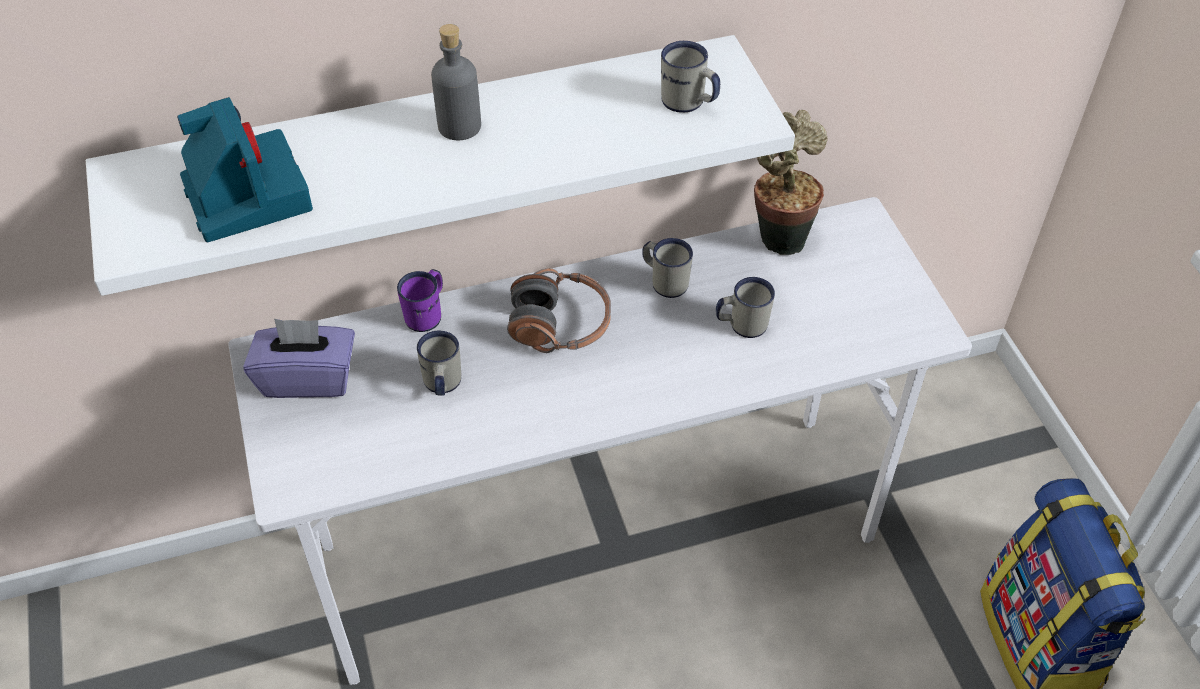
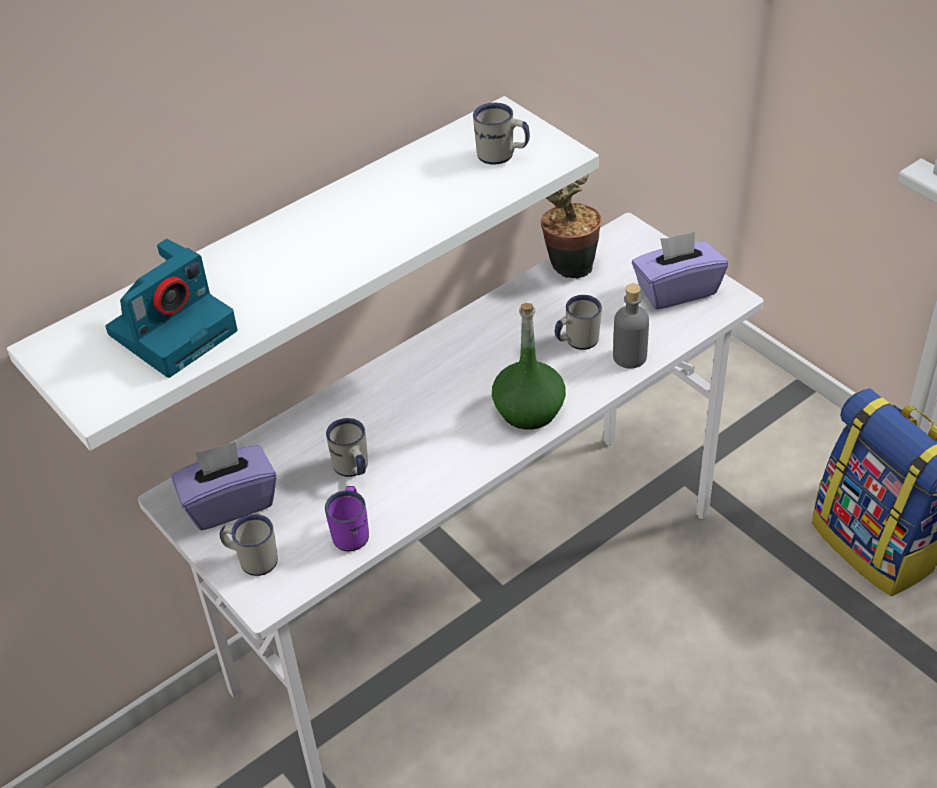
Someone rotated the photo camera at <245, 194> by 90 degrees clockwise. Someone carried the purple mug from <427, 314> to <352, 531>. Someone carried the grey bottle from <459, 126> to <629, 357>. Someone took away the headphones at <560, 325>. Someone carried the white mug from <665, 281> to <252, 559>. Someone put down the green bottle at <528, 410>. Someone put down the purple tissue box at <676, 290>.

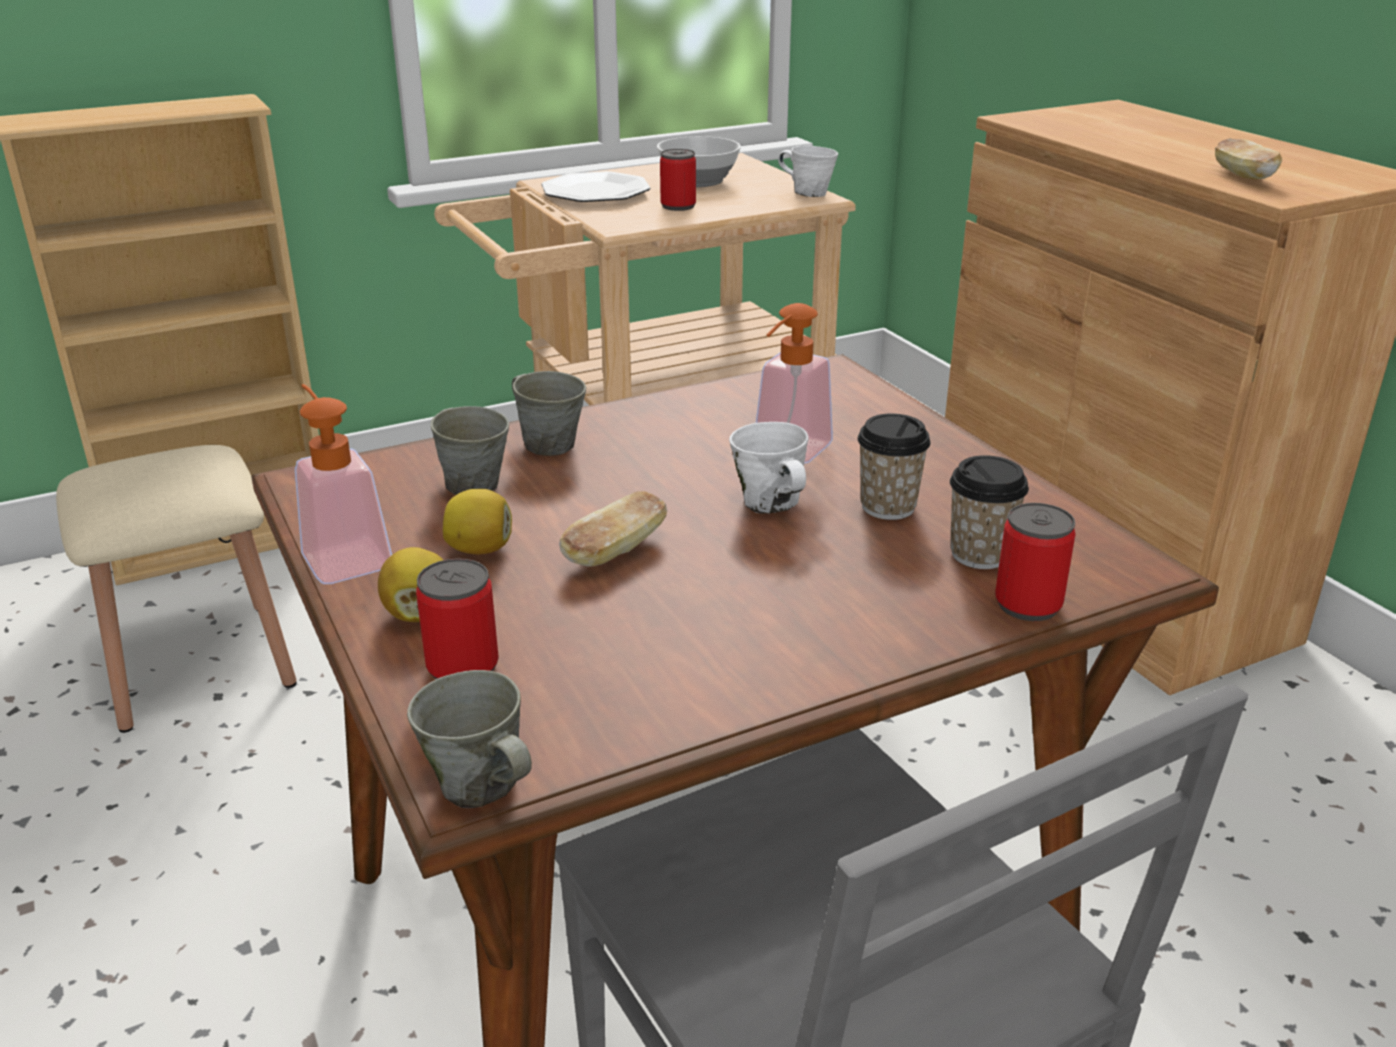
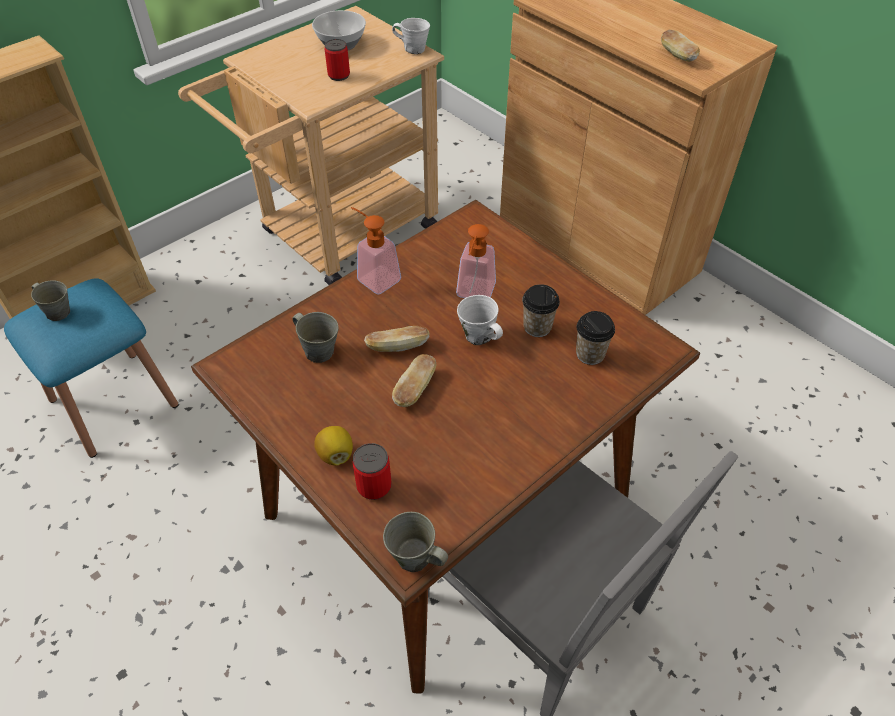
Someone repainted the beige stool at <198, 664>, which became the blue stool at <113, 402>. Someone carried the soap dispenser from <343, 555> to <374, 277>. Someone took away the lemon at <480, 549>. Someone carried the grey mug from <548, 443> to <58, 311>. Someone took away the plate at <596, 191>. Someone took away the can at <1028, 604>. Someone put down the bread at <397, 347>.

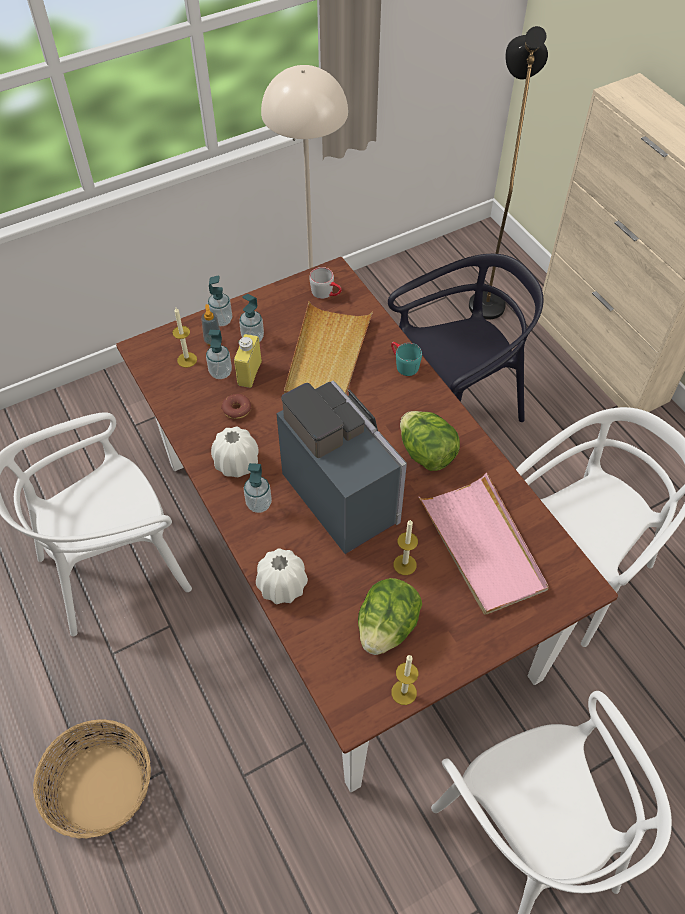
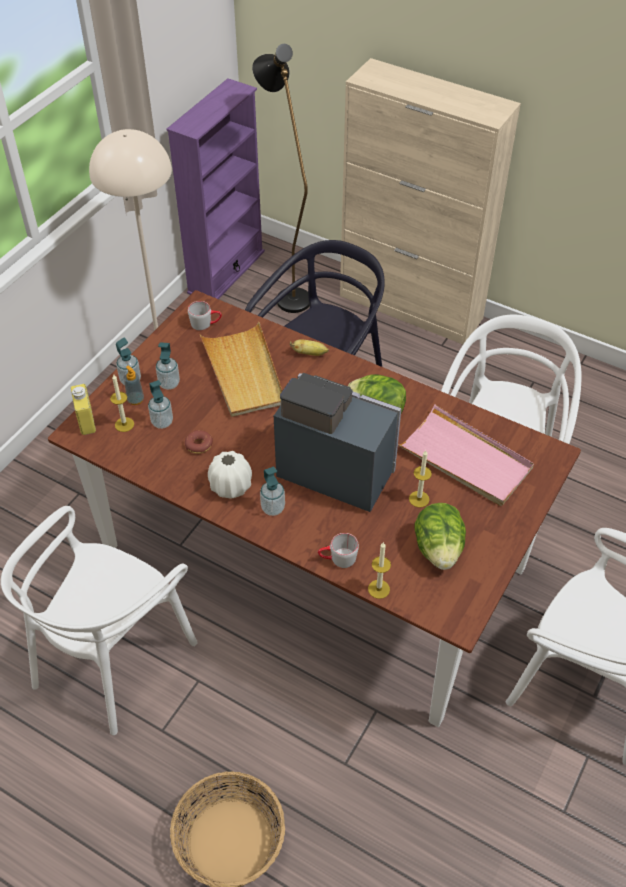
Someone carried the yellow bottle from <249, 373> to <86, 421>. Someone swapped the white vase at <282, 586> for the grey mug at <337, 559>. Someone swapped the turquoise mug at <403, 364> for the banana at <310, 353>. Someone carried the candle from <404, 692> to <378, 589>. Someone put down the purple bookcase at <226, 272>.

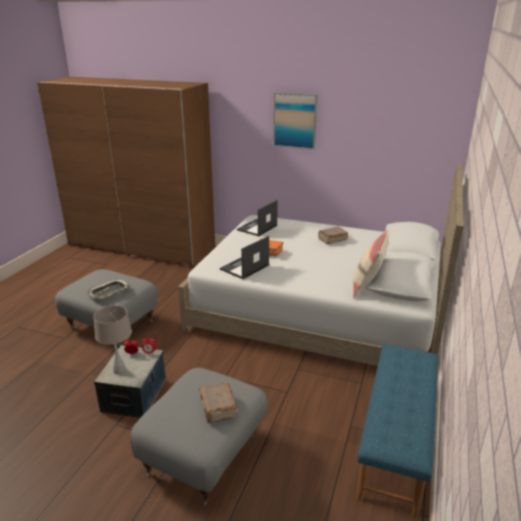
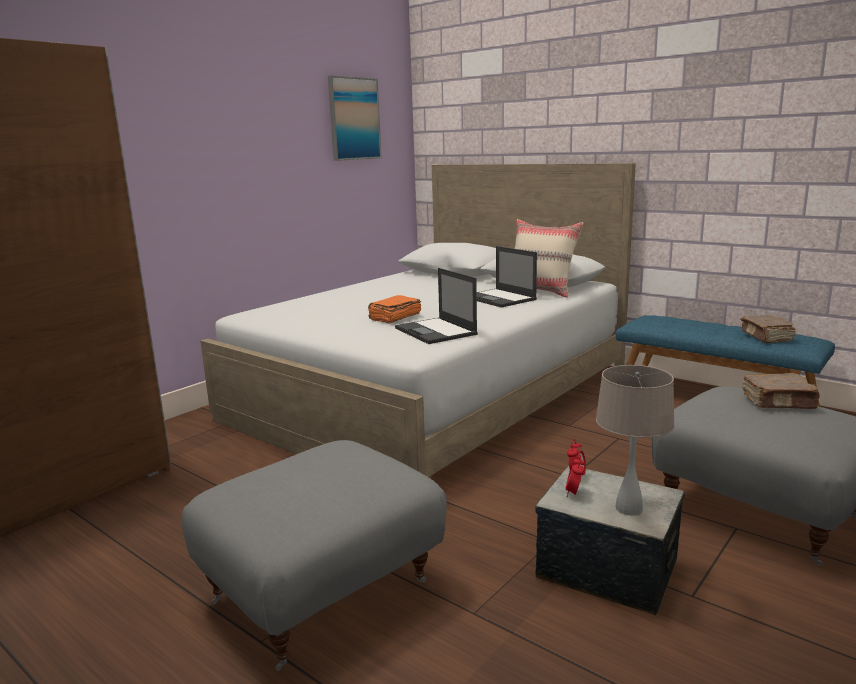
Someone took away the tray at <109, 292>. Someone carried the laptop from <257, 228> to <500, 298>. Someone carried the picture from <295, 120> to <354, 119>. Someone carried the brown book from <332, 240> to <766, 337>.

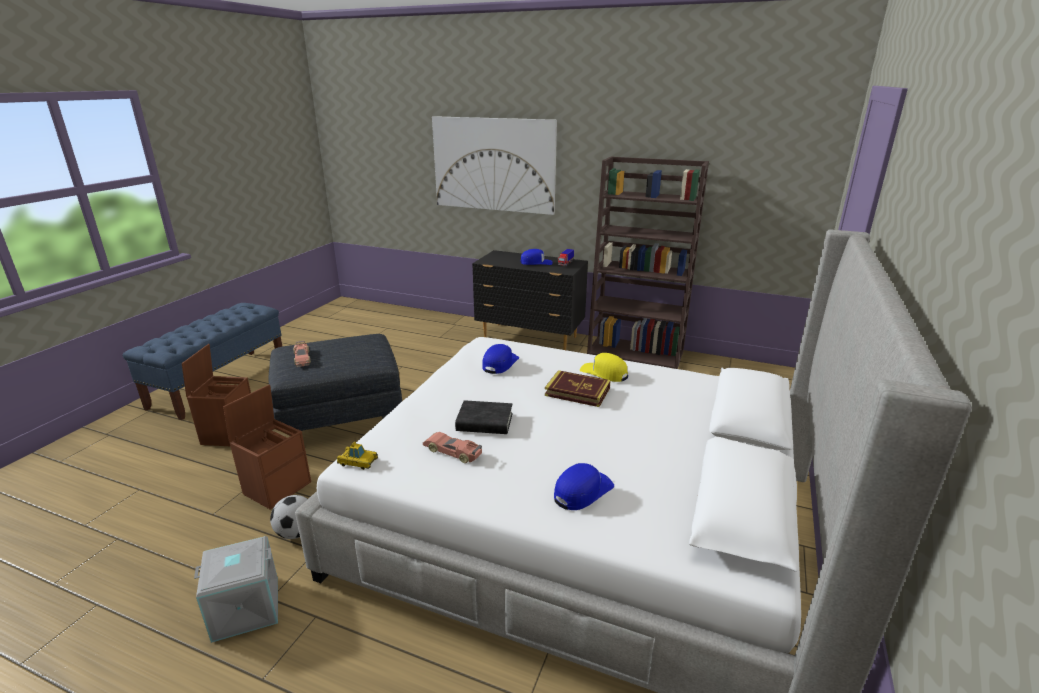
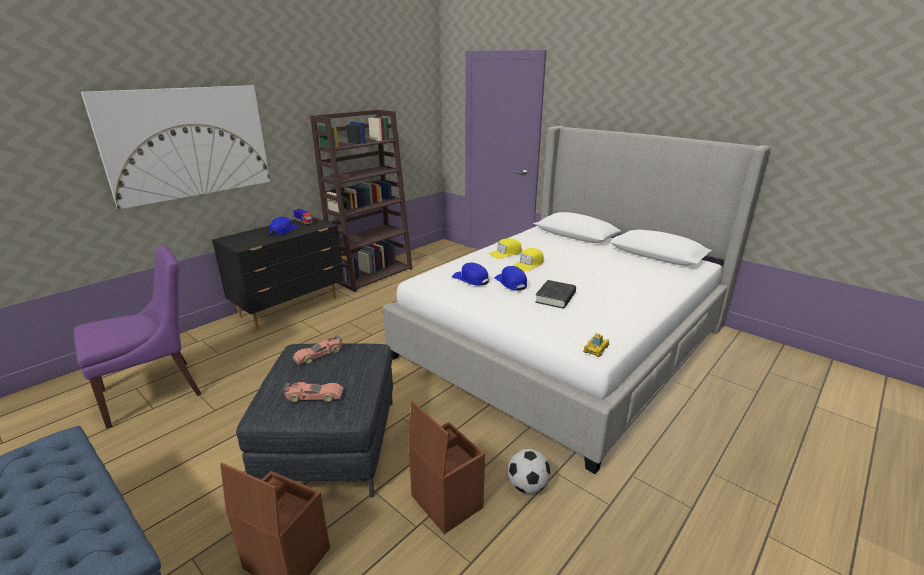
Someone took away the grey storage box at <245, 610>. Someone carried the toy car from <453, 452> to <319, 354>. Someone swapped the book at <577, 392> for the yellow cap at <528, 264>. Someone carried the blue cap from <582, 491> to <511, 282>. Someone put down the purple chair at <155, 391>.

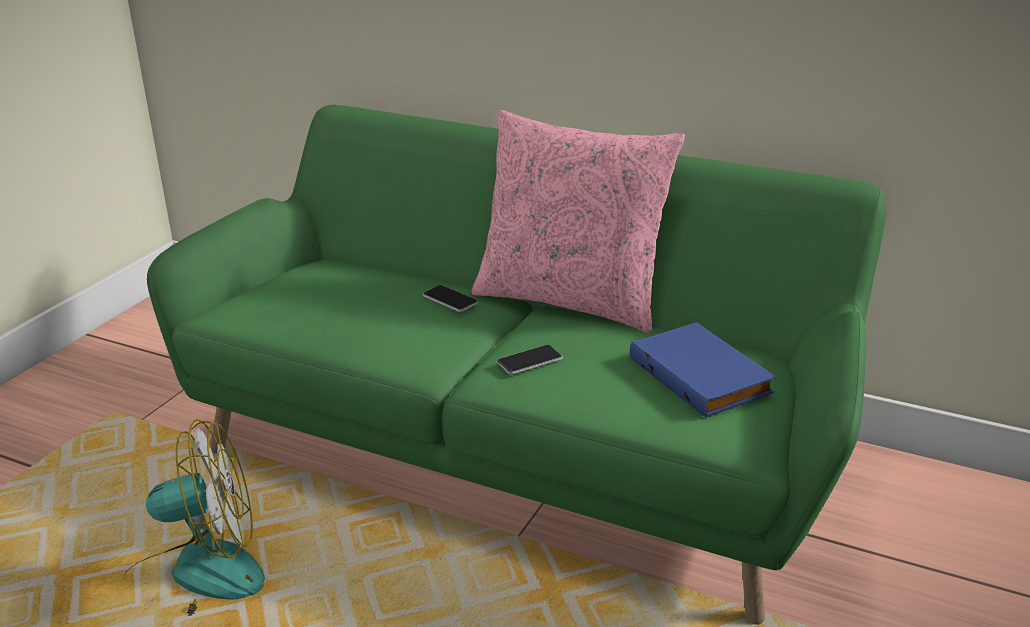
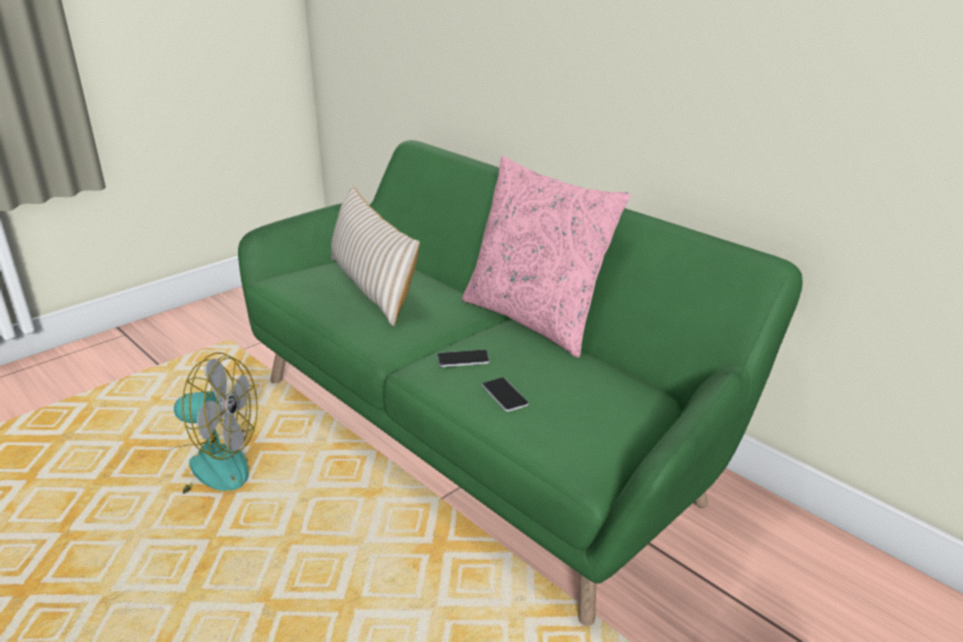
Someone carried the phone from <450, 299> to <505, 395>. Someone took away the blue book at <703, 375>. Someone put down the beige pillow at <372, 287>.

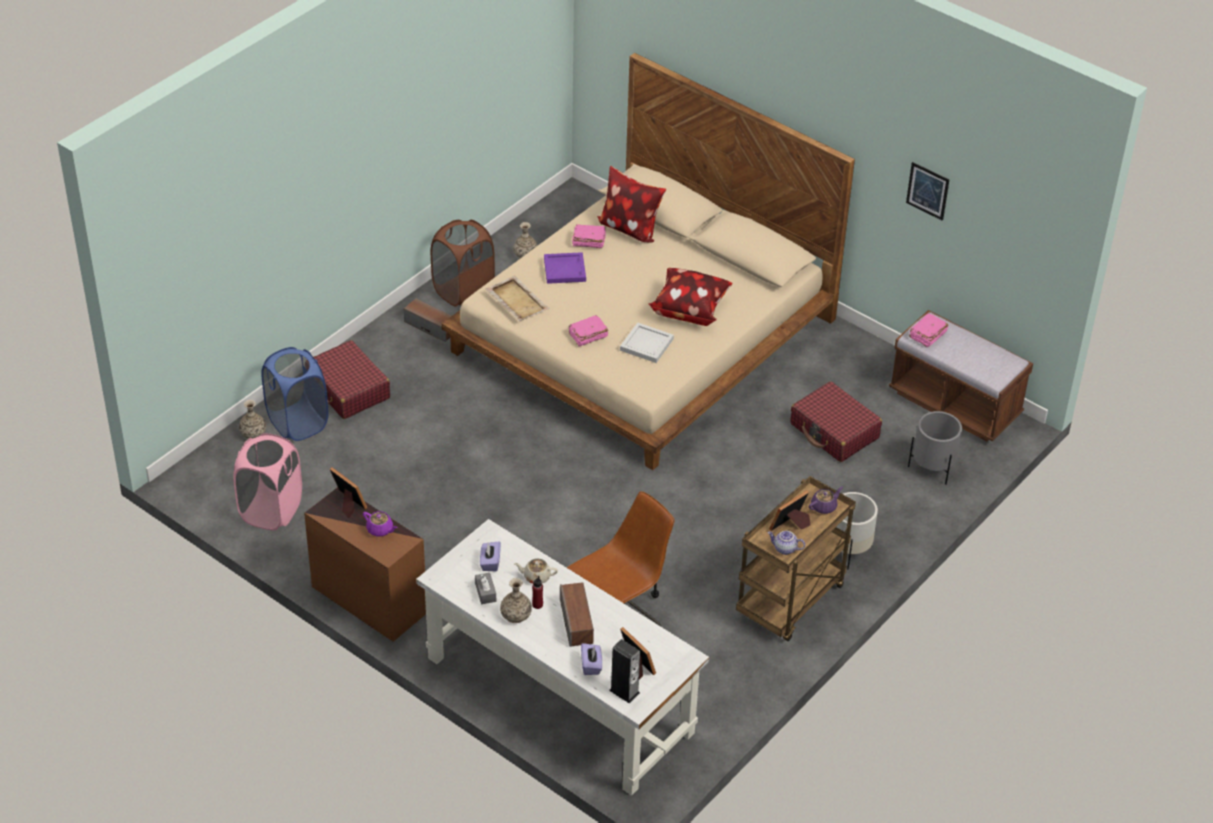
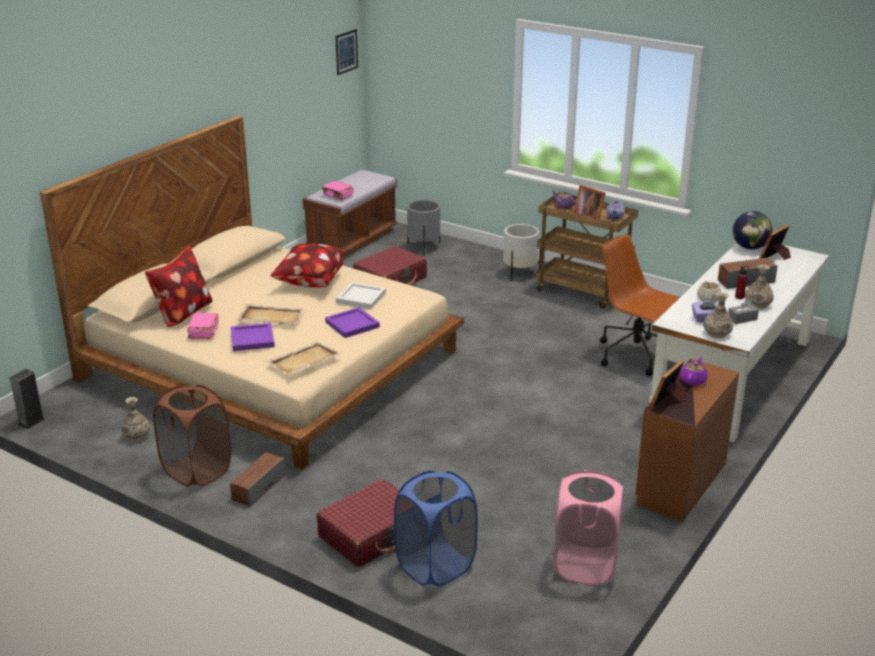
Someone carried the vase from <253, 433> to <717, 333>. Someone swapped the pink book at <587, 336> for the purple tray at <352, 325>. Someone took away the purple tissue box at <591, 665>. Someone carried the speaker from <624, 691> to <31, 421>. Someone carried the picture from <927, 191> to <346, 52>. Someone put down the beige tray at <270, 317>. Someone put down the globe at <750, 247>.

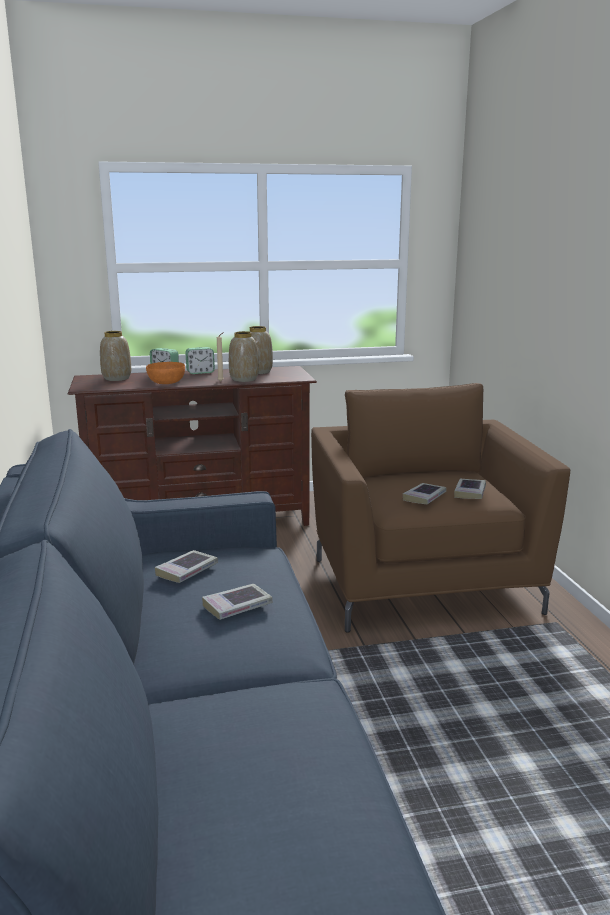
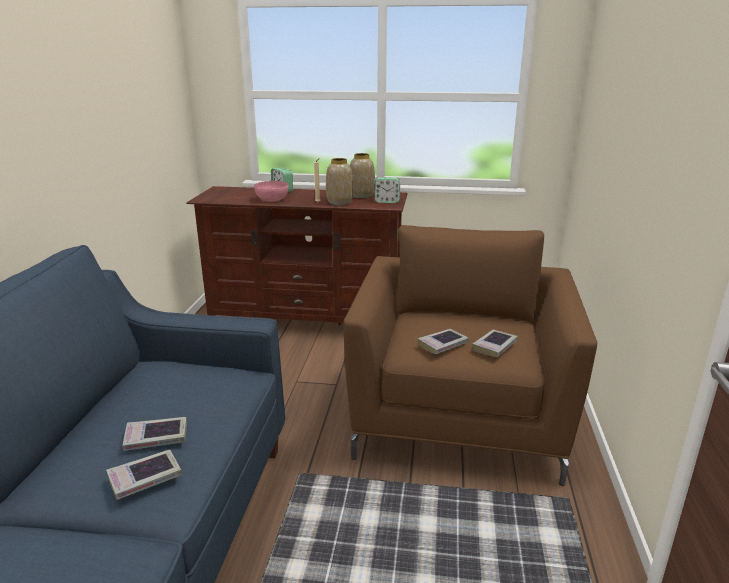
Someone took away the vase at <117, 378>. Someone repainted the orange bowl at <167, 382>, which became the pink bowl at <272, 199>. Someone carried the book from <187, 571> to <145, 478>. Someone carried the alarm clock from <200, 372> to <387, 201>.

